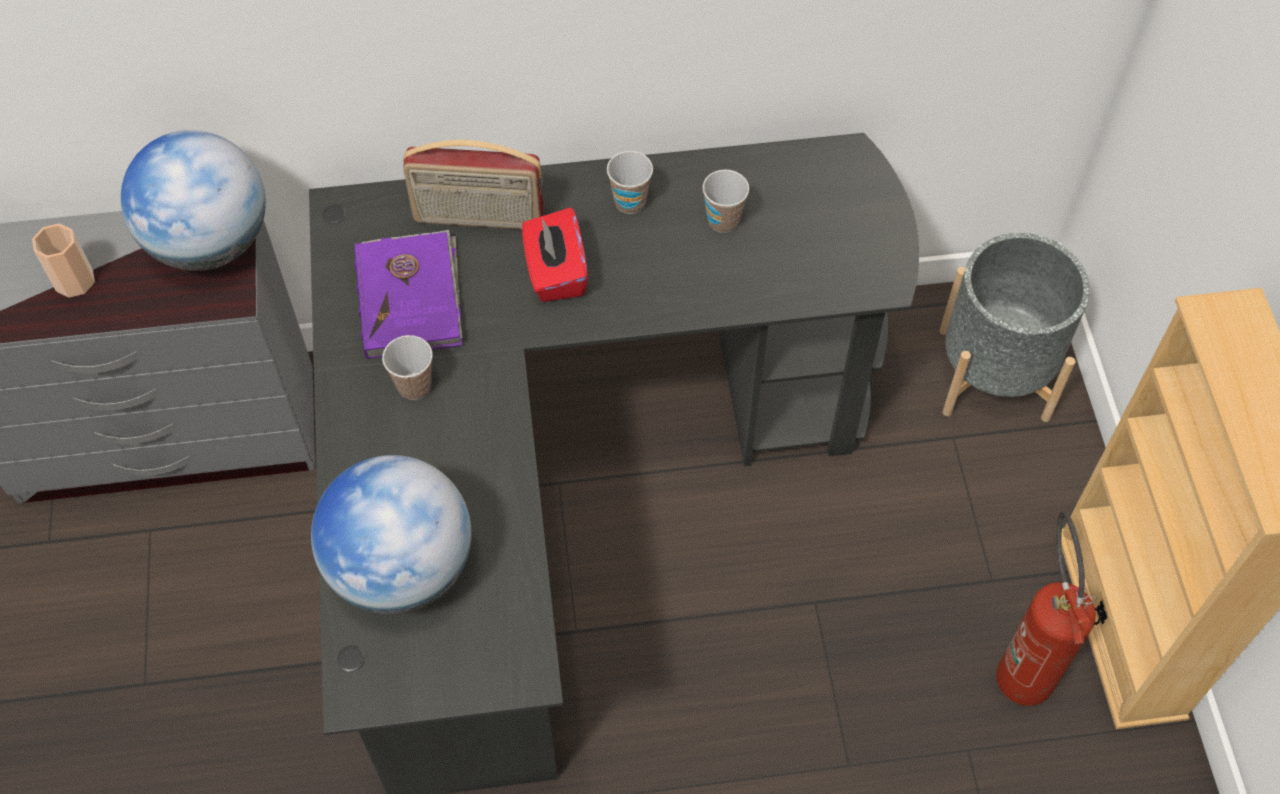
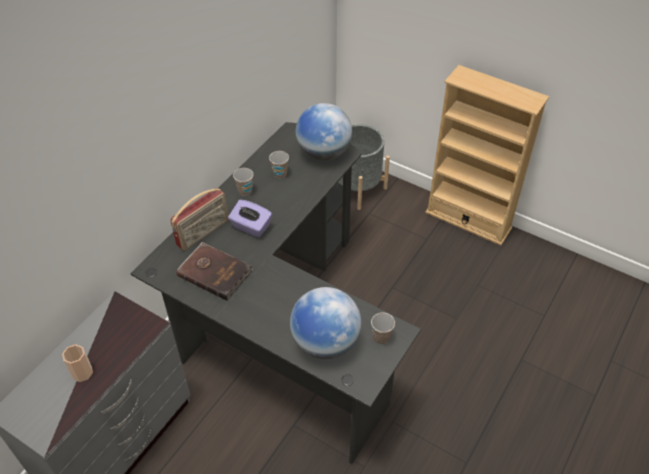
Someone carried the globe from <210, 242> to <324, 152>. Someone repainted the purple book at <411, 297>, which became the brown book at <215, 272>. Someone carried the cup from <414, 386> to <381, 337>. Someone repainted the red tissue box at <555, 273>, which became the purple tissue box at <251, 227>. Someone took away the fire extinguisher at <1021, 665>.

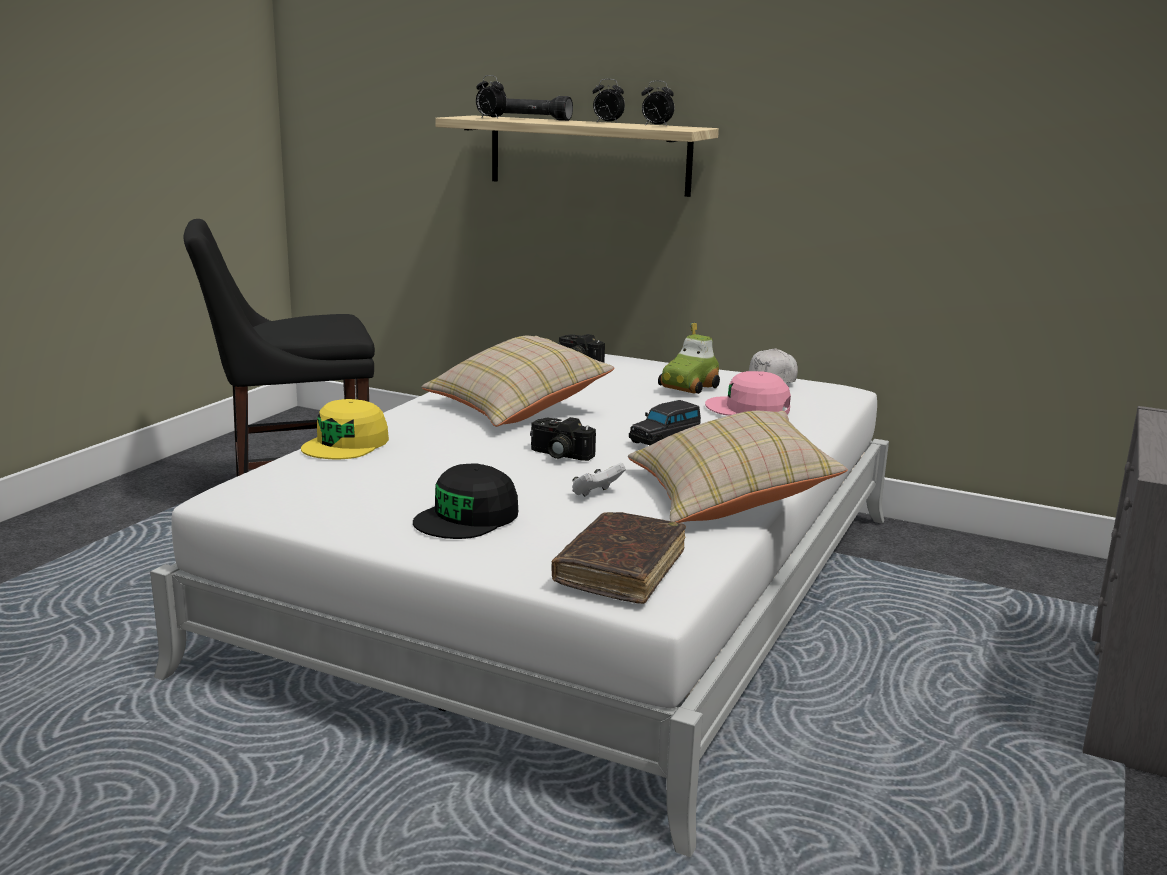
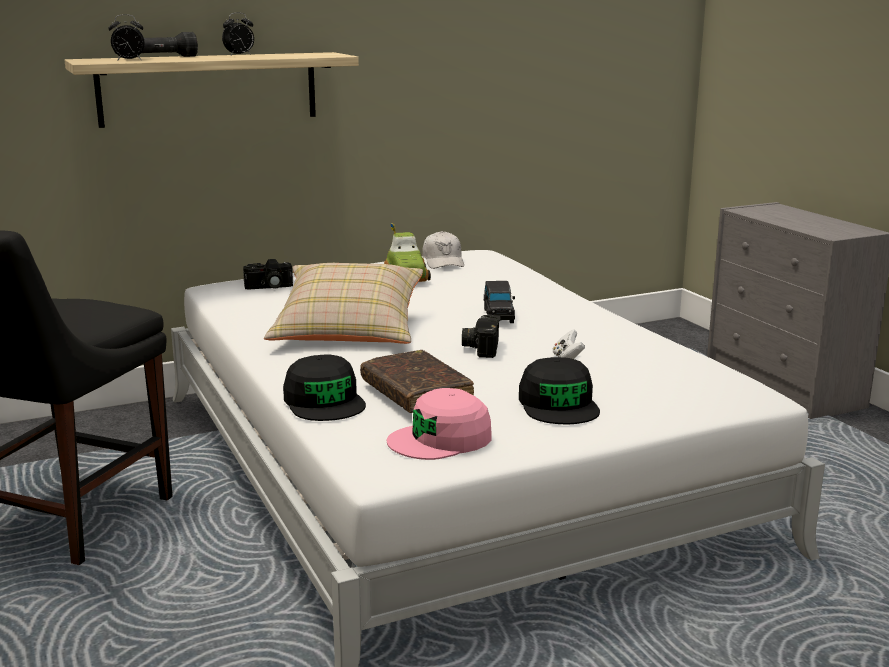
Someone repainted the yellow cap at <346, 444>, which became the black cap at <324, 401>. Someone rotated the photo camera at <558, 455> by 120 degrees clockwise. Someone carried the brown book from <620, 570> to <416, 394>. Someone took away the beige pillow at <729, 499>. Someone took away the alarm clock at <656, 126>. Someone carried the pink cap from <748, 409> to <441, 439>.

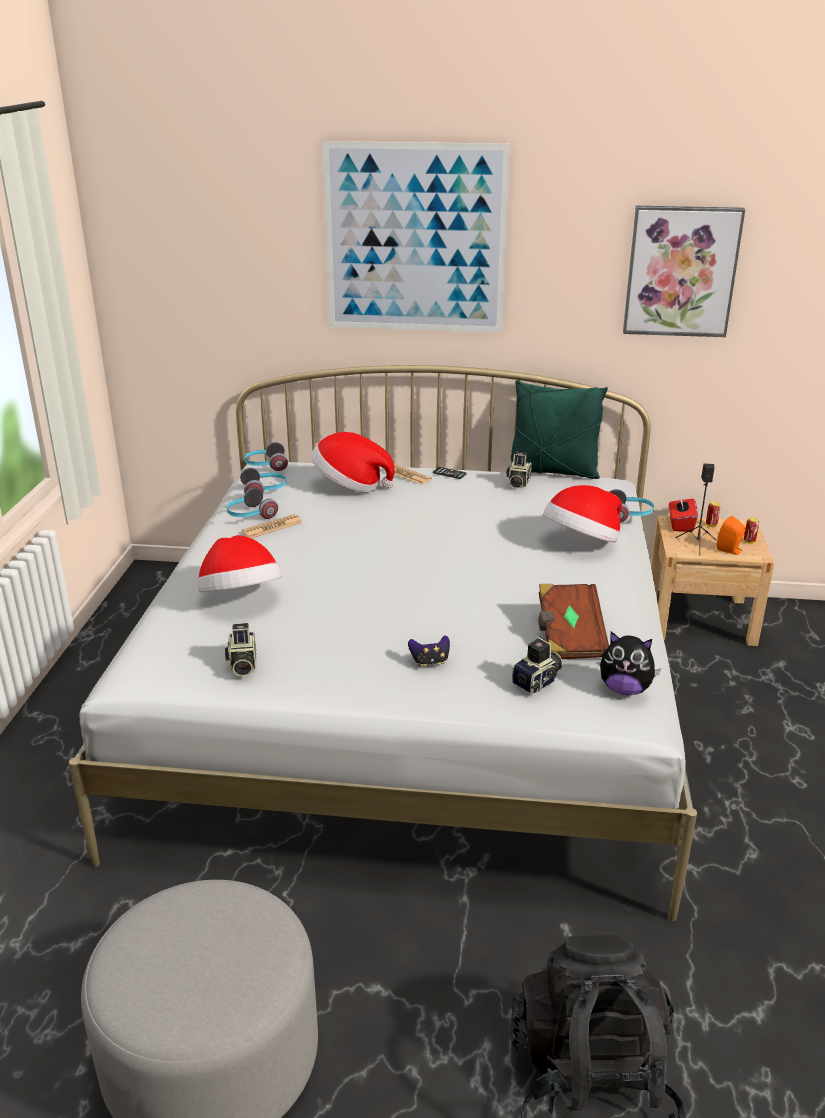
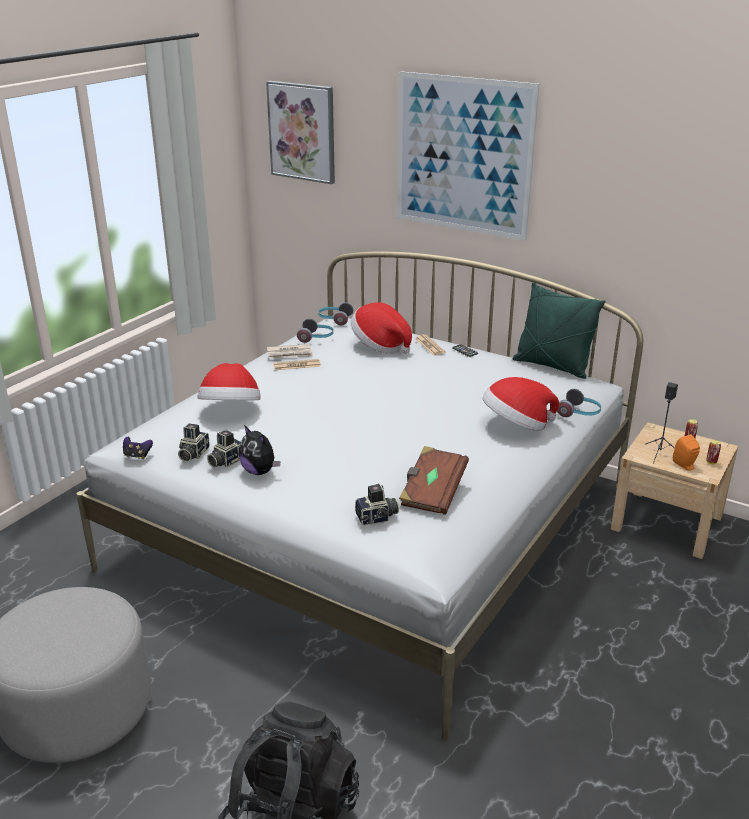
Someone swapped the headphones at <250, 515> for the newspaper at <290, 354>. Someone carried the game controller from <430, 662> to <137, 456>. Someone carried the photo camera from <517, 483> to <226, 461>. Someone carried the plush toy from <625, 689> to <259, 471>. Someone carried the picture from <681, 271> to <302, 132>. Someone took away the red tissue box at <680, 525>.

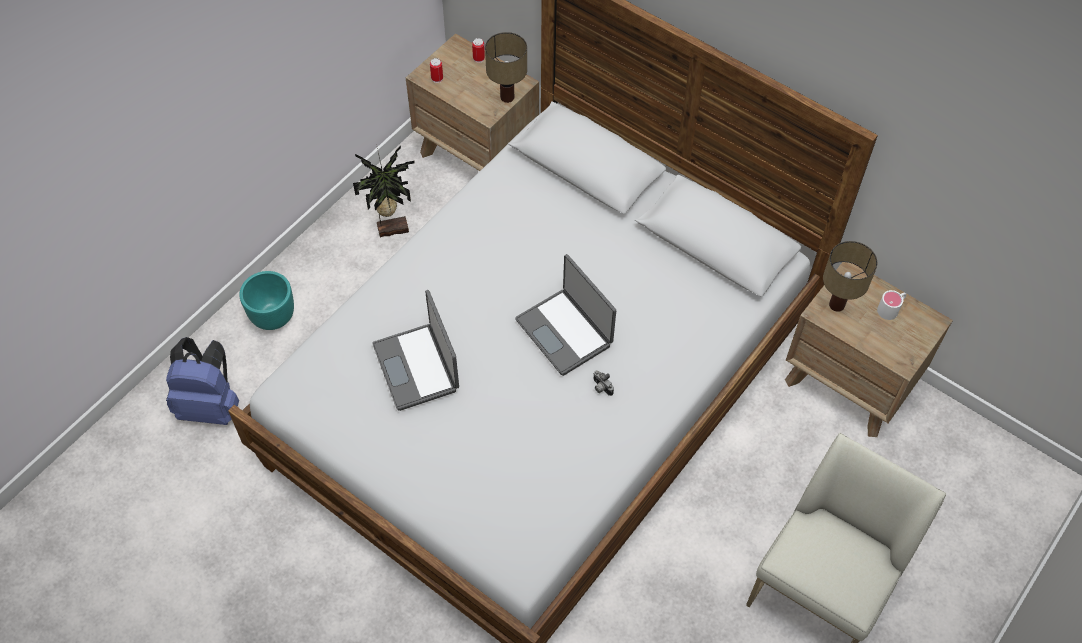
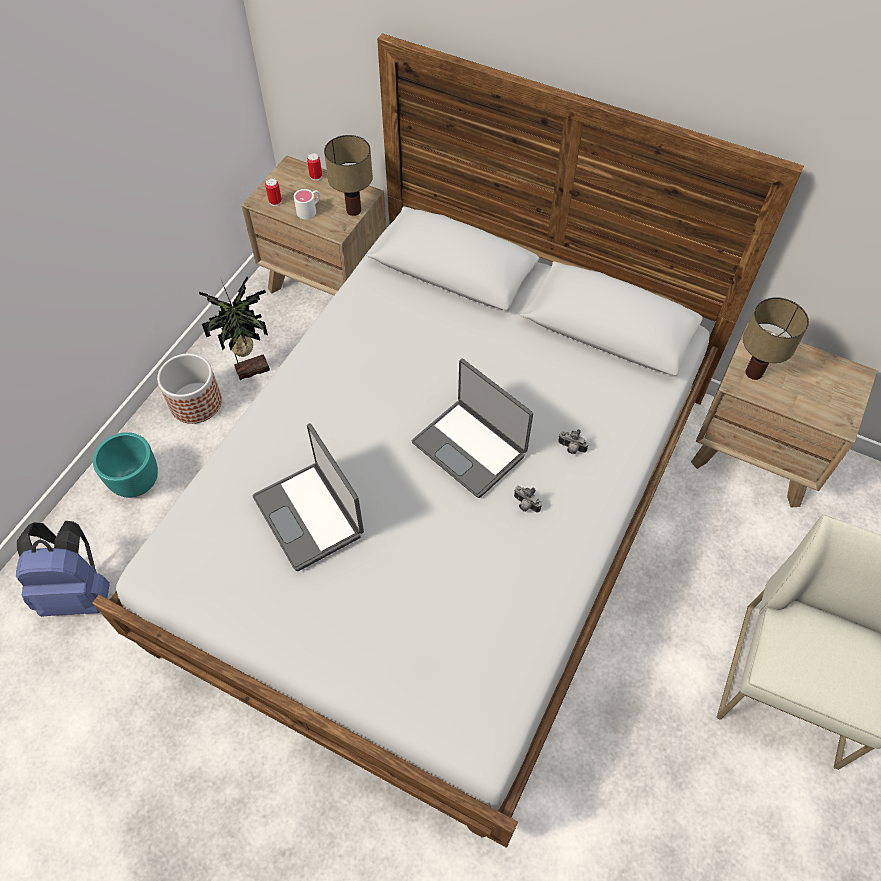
Someone carried the white mug from <891, 308> to <310, 210>. Someone put down the planter at <196, 402>. Someone put down the photo camera at <571, 448>.

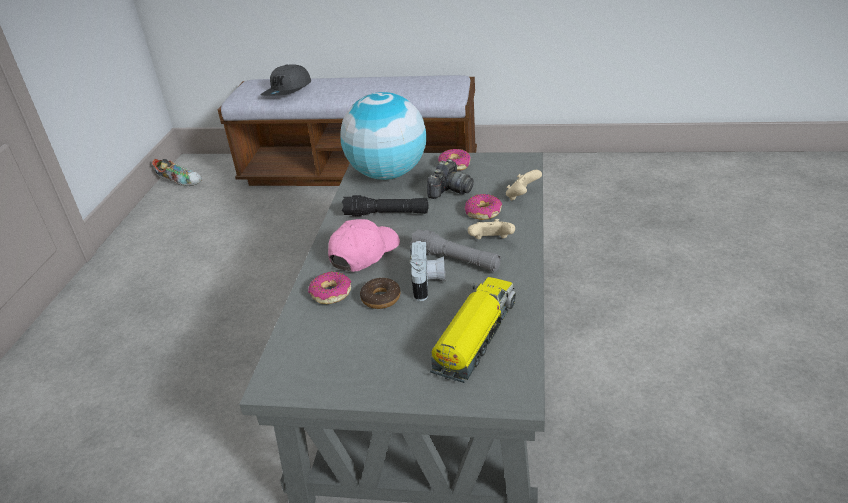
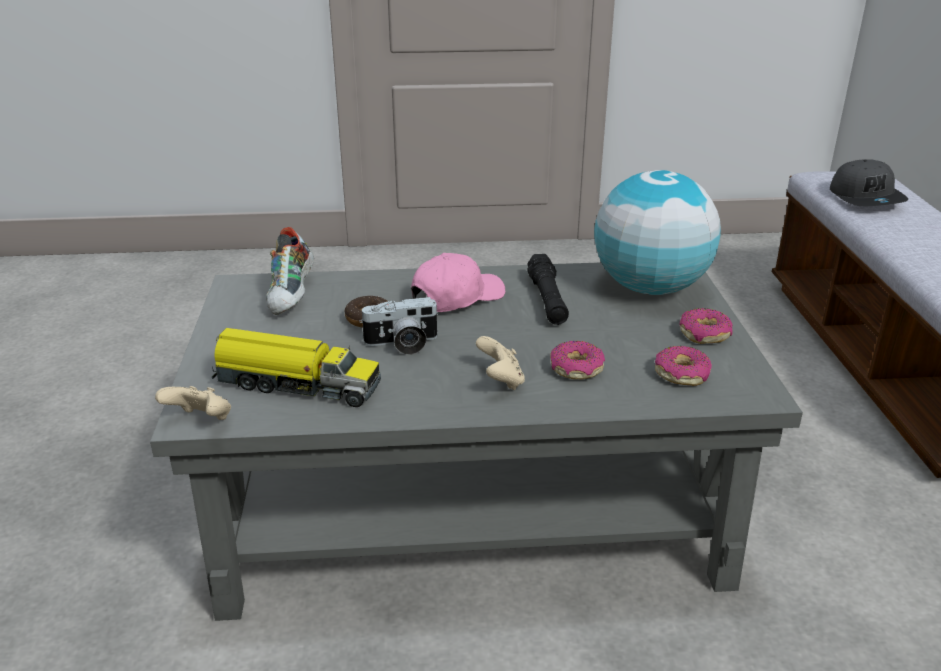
Someone carried the shoe from <180, 182> to <293, 295>. Someone rotated the grey cap at <288, 91> by 105 degrees counterclockwise. Someone carried the donut from <331, 293> to <681, 374>. Someone rotated the pink cap at <364, 253> by 60 degrees counterclockwise. Someone took away the grey flashlight at <455, 259>. Someone took away the photo camera at <450, 190>. Someone carried the beige game controller from <522, 196> to <201, 421>.

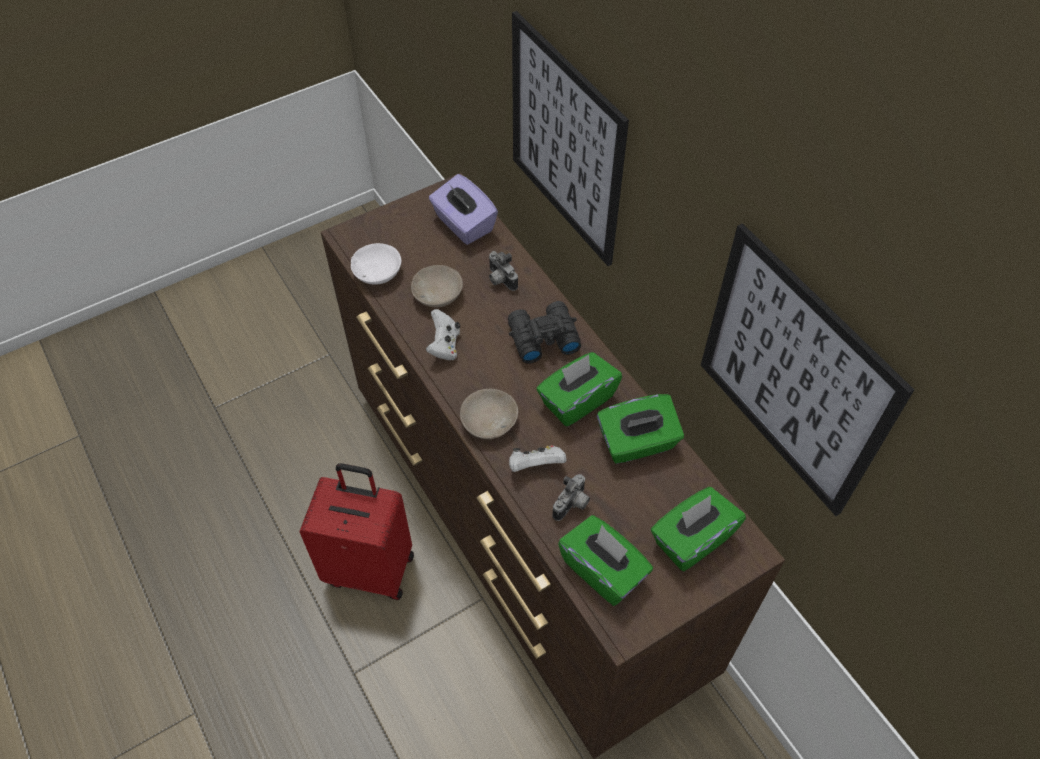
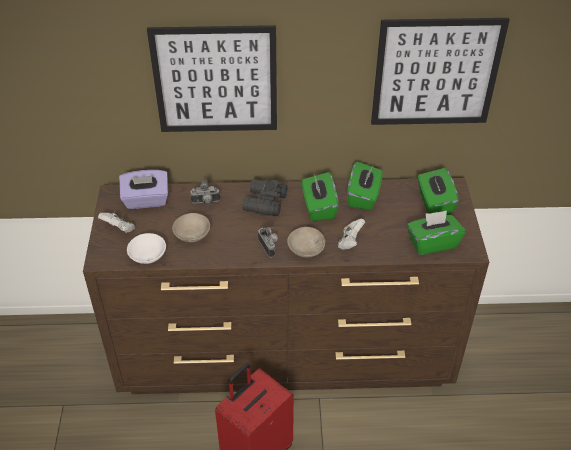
Someone carried the white game controller from <444, 345> to <119, 229>. Someone carried the photo camera from <572, 505> to <269, 246>.

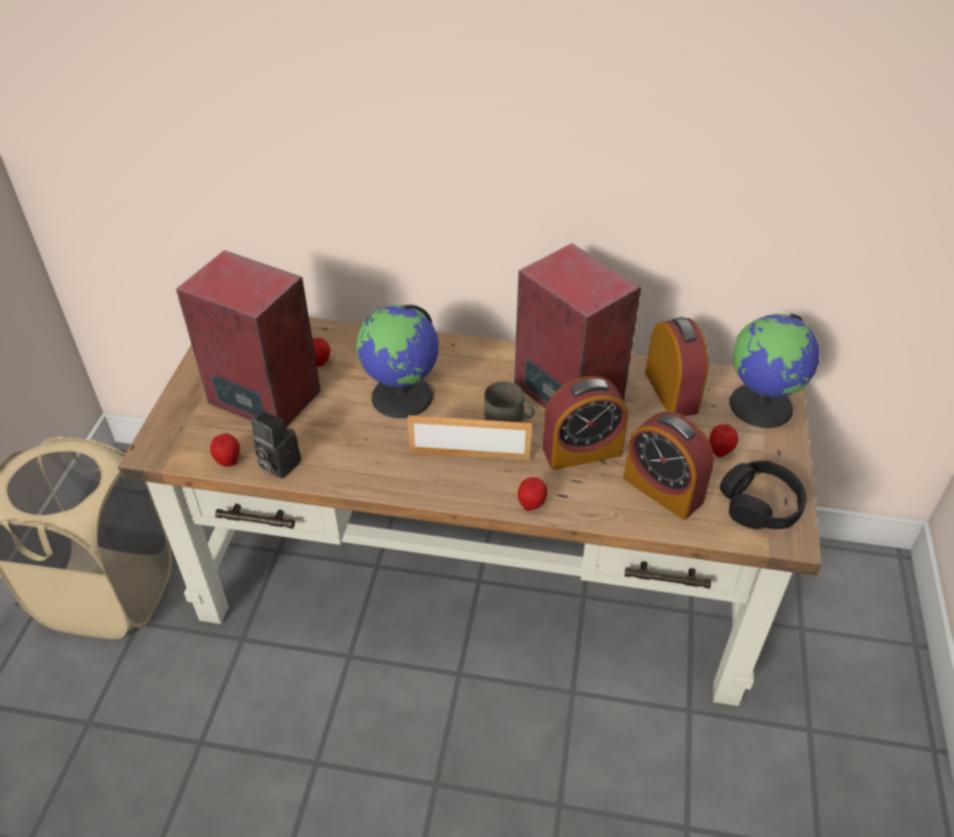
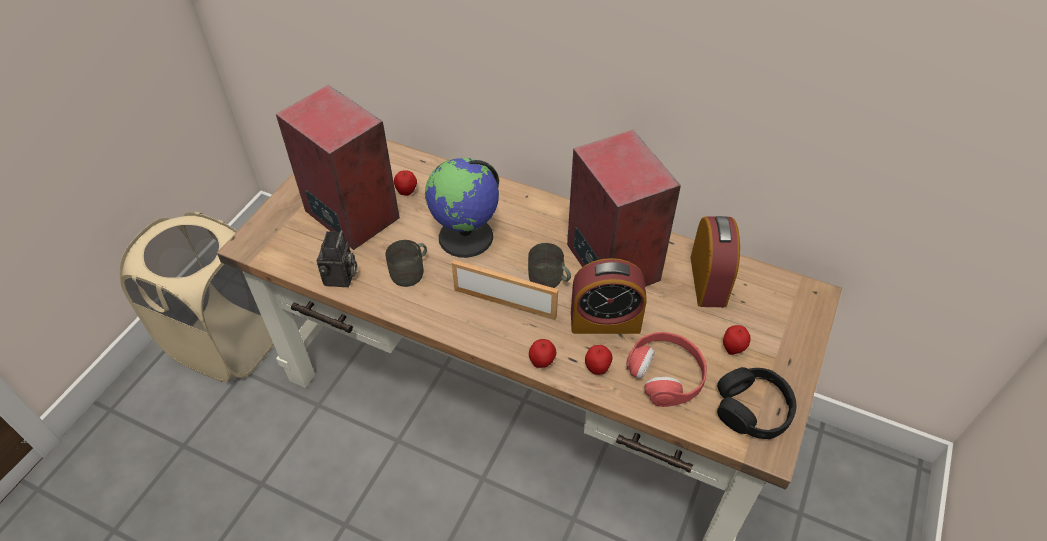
Someone carried the apple from <228, 461> to <597, 368>. Someone rotated the photo camera at <277, 464> by 135 degrees counterclockwise. Someone swapped the alarm clock at <663, 490> for the red headphones at <665, 374>. Someone took away the globe at <762, 406>. Someone put down the grey mug at <411, 271>.

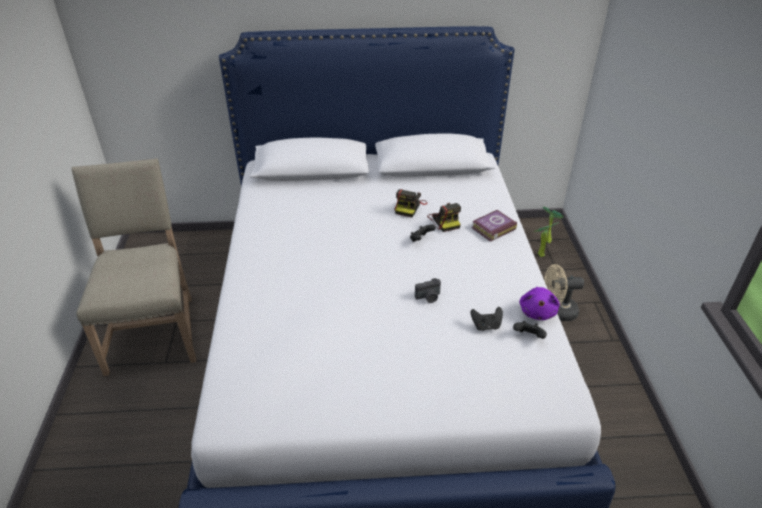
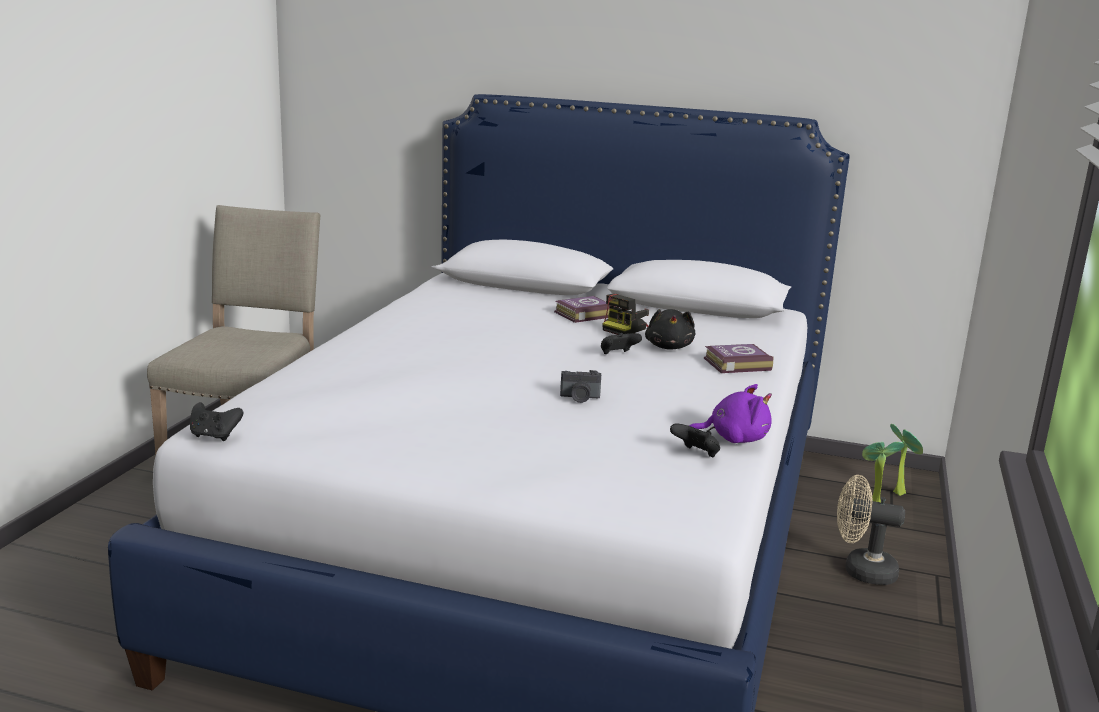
Someone swapped the photo camera at <444, 220> for the black plush toy at <669, 347>. Someone carried the black game controller from <486, 326> to <214, 436>. Someone rotated the purple plush toy at <537, 311> by 120 degrees counterclockwise. Someone put down the book at <582, 314>.

